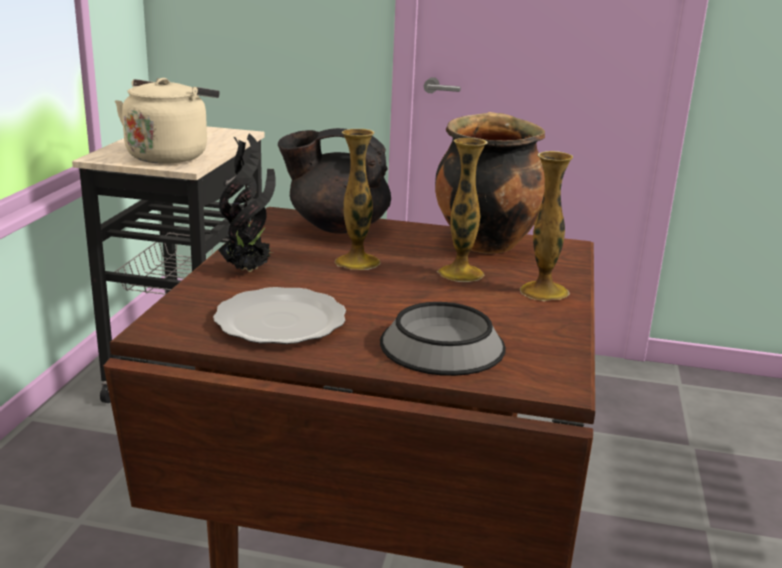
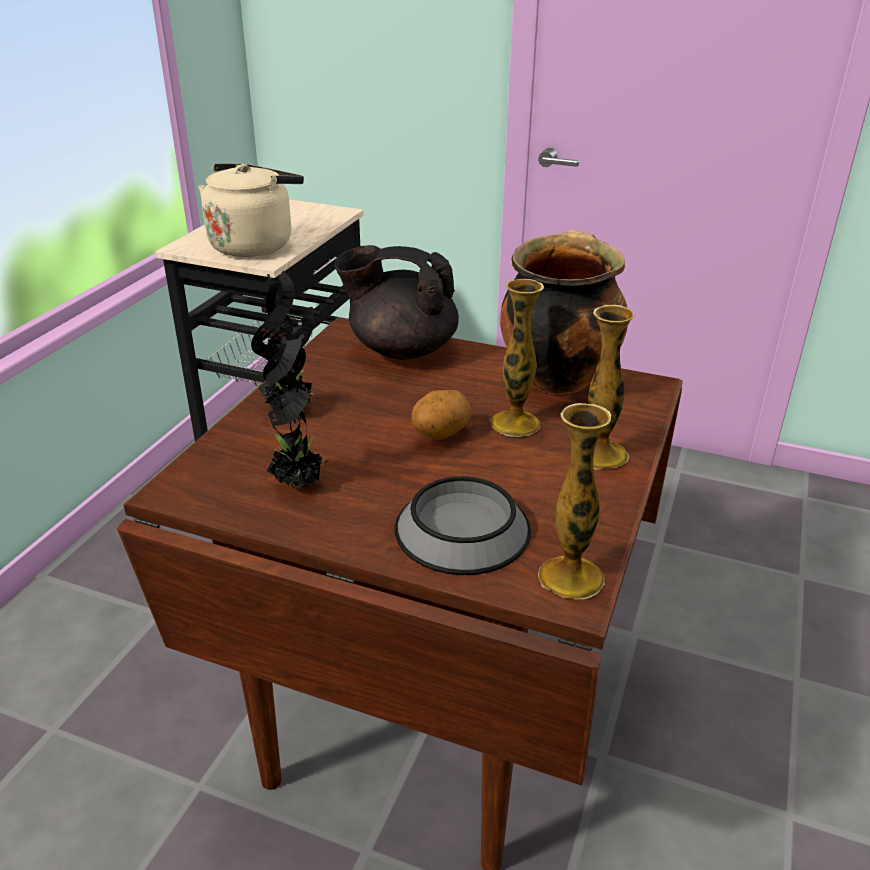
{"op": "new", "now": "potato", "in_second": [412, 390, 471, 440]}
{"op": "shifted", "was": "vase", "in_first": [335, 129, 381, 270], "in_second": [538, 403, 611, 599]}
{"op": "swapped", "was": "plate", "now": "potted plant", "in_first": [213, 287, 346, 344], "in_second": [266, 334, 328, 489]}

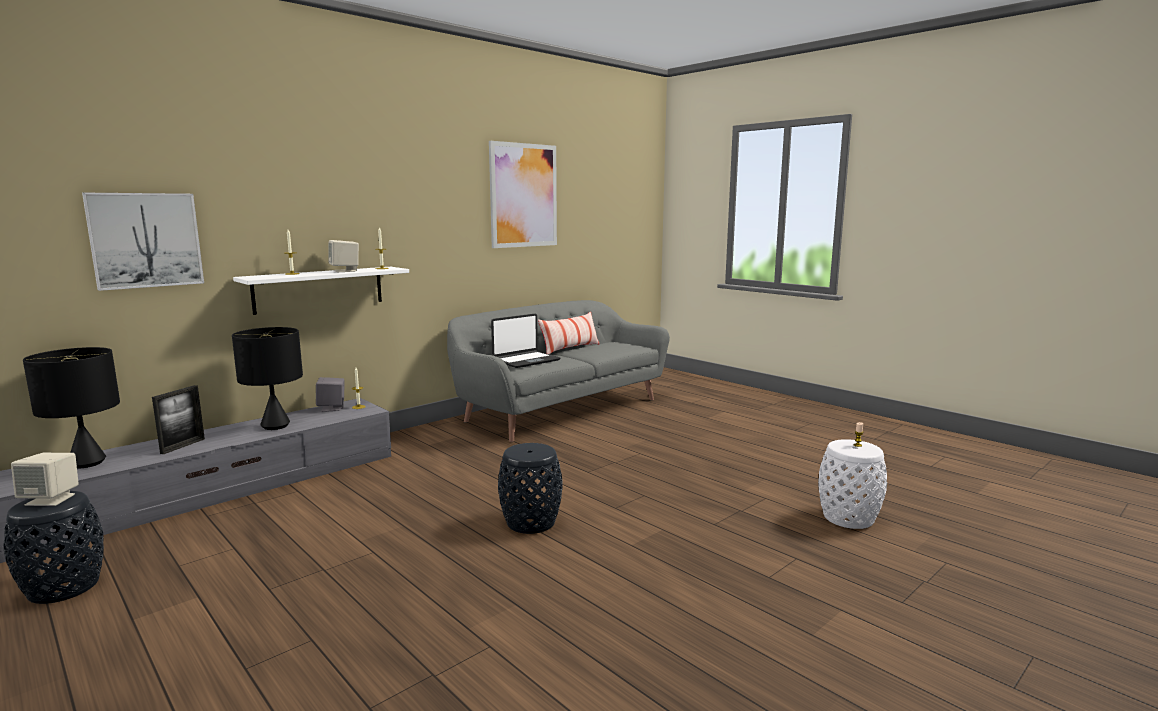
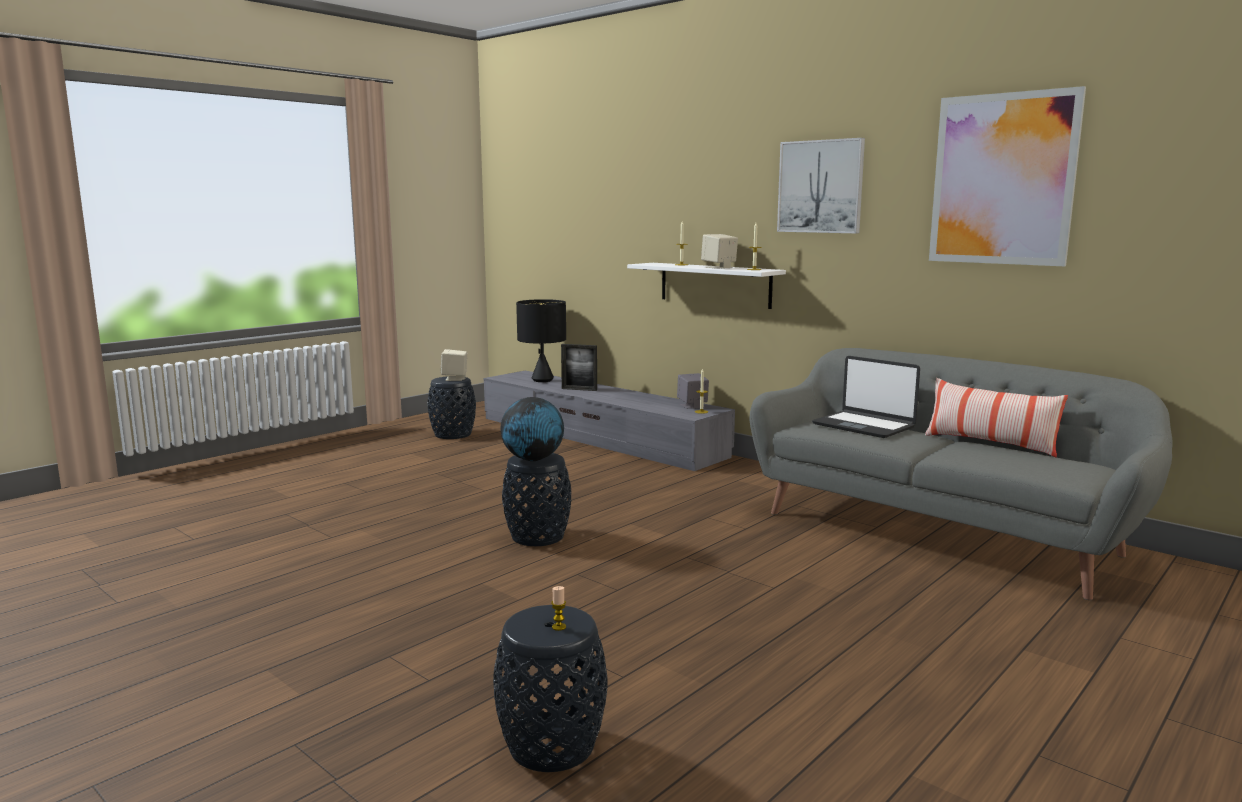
{"op": "gone", "was": "black table lamp", "in_first": [232, 327, 303, 430]}
{"op": "new", "now": "globe", "in_second": [500, 397, 564, 461]}
{"op": "shifted", "was": "wall art", "in_first": [82, 193, 204, 291], "in_second": [777, 138, 865, 233]}
{"op": "repainted", "was": "whitish stool", "now": "black stool", "in_first": [818, 439, 887, 529], "in_second": [493, 605, 608, 772]}

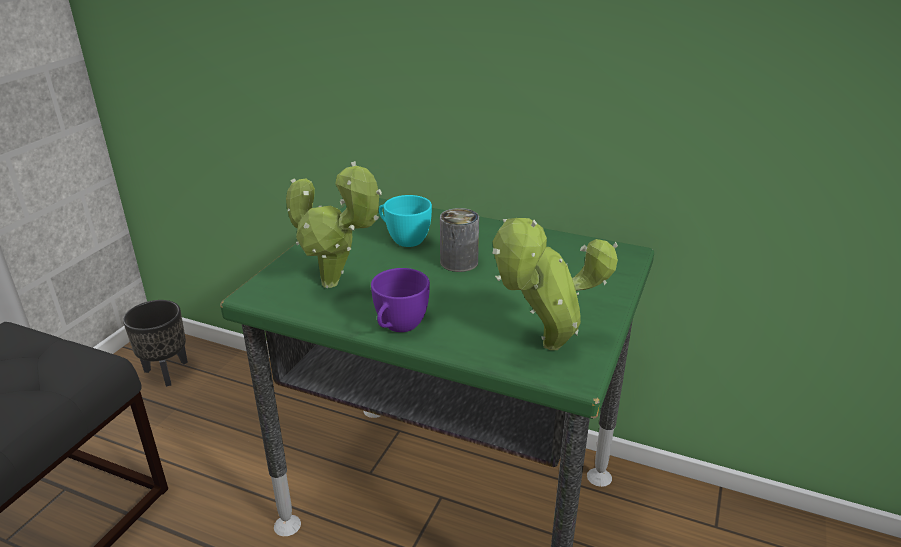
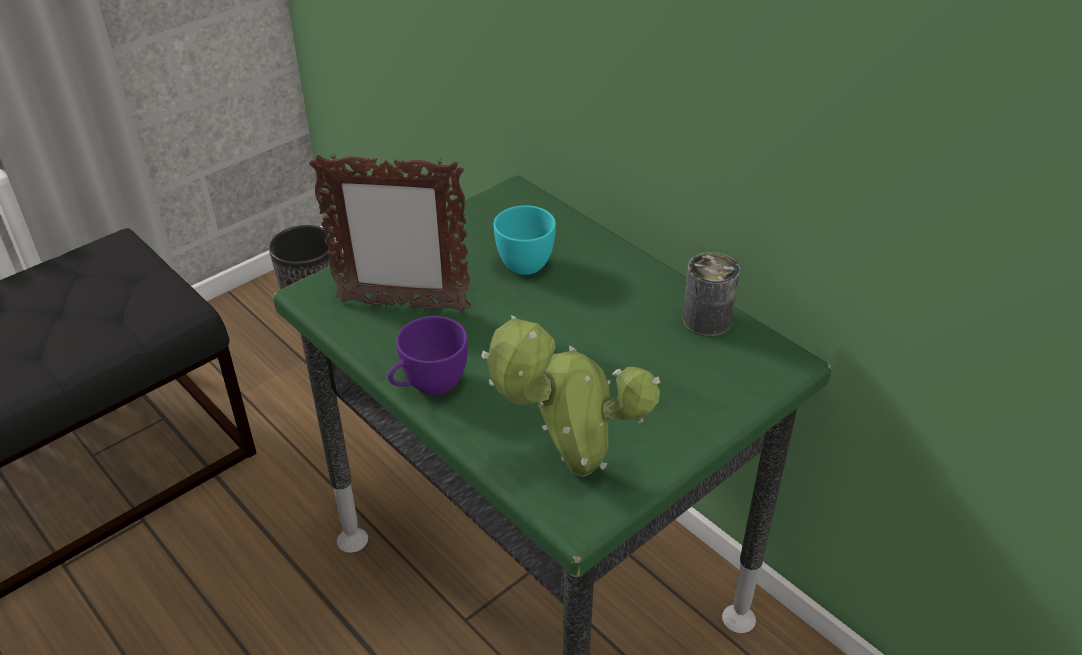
{"op": "shifted", "was": "can", "in_first": [440, 208, 479, 272], "in_second": [682, 252, 740, 336]}
{"op": "swapped", "was": "potted plant", "now": "standing frame", "in_first": [286, 161, 382, 288], "in_second": [309, 153, 471, 312]}

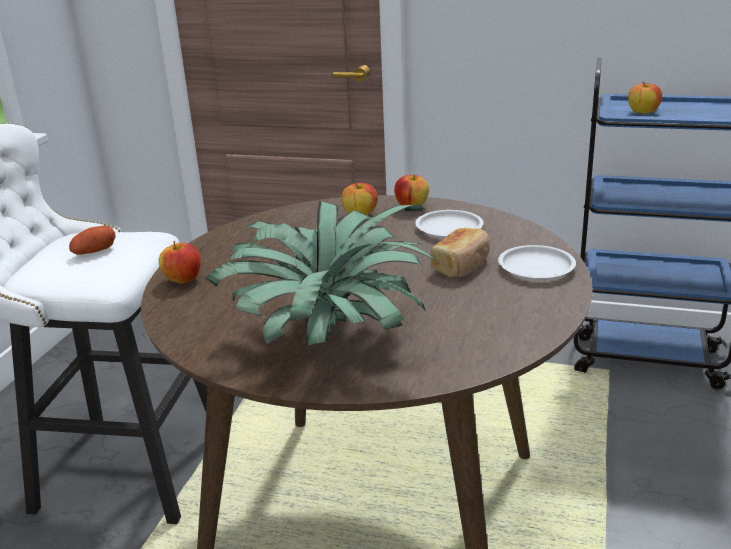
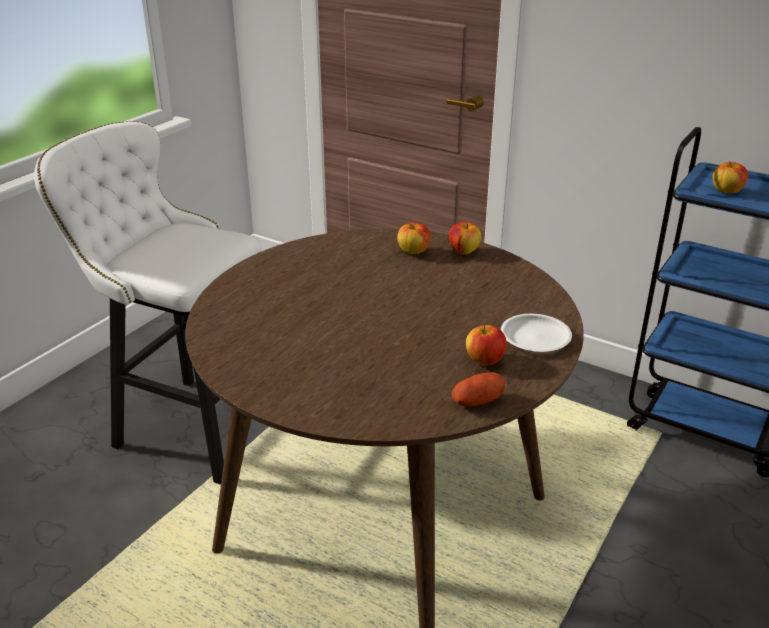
{"op": "gone", "was": "potted plant", "in_first": [205, 201, 441, 345]}
{"op": "gone", "was": "whitish plate", "in_first": [415, 210, 483, 238]}
{"op": "gone", "was": "baked bread", "in_first": [431, 228, 490, 278]}
{"op": "shifted", "was": "potato", "in_first": [69, 226, 116, 255], "in_second": [451, 372, 505, 406]}
{"op": "shifted", "was": "apple fruit", "in_first": [159, 241, 201, 284], "in_second": [466, 324, 507, 366]}

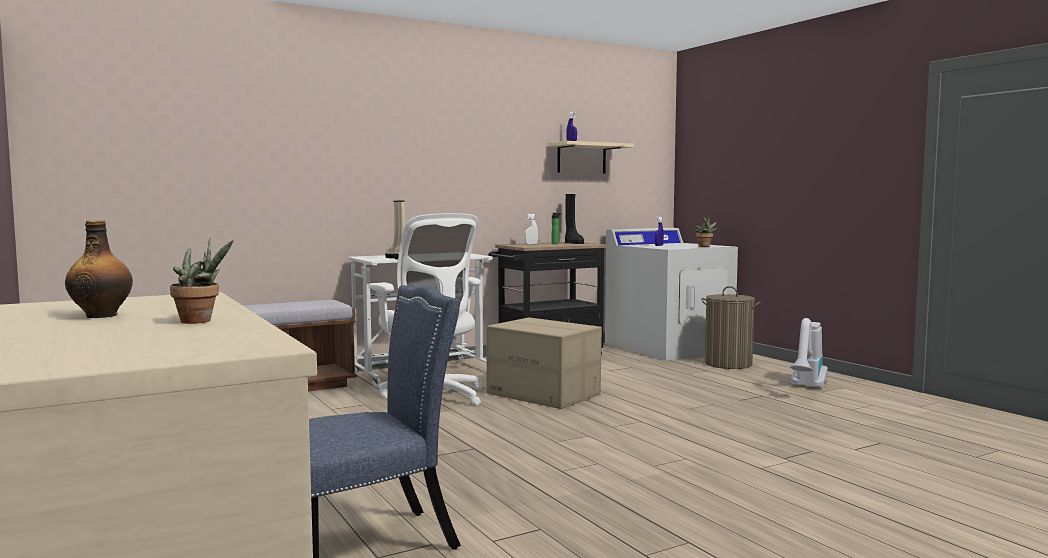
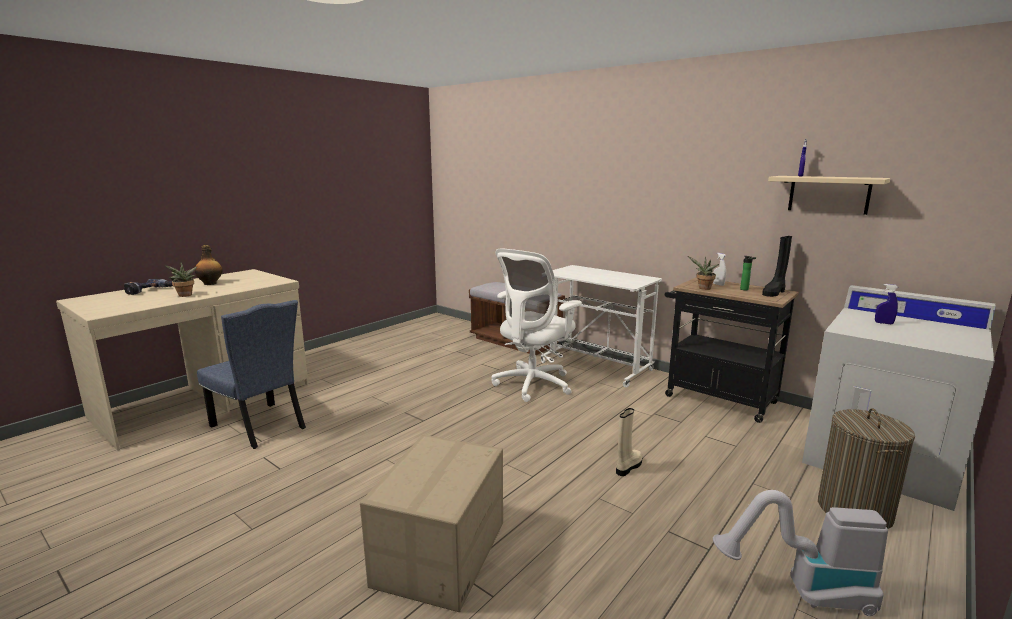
{"op": "new", "now": "electric drill", "in_second": [124, 279, 173, 295]}
{"op": "shifted", "was": "sand-coloured boot", "in_first": [385, 200, 405, 260], "in_second": [616, 408, 642, 476]}
{"op": "shifted", "was": "cardboard box", "in_first": [487, 317, 602, 409], "in_second": [360, 435, 503, 612]}
{"op": "shifted", "was": "potted plant", "in_first": [695, 217, 717, 247], "in_second": [688, 256, 719, 290]}

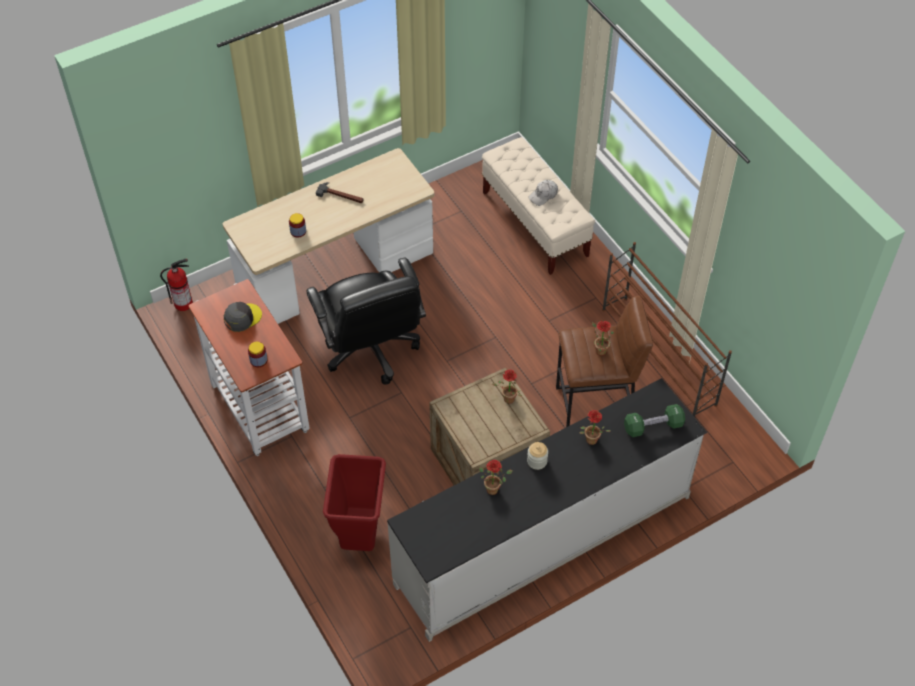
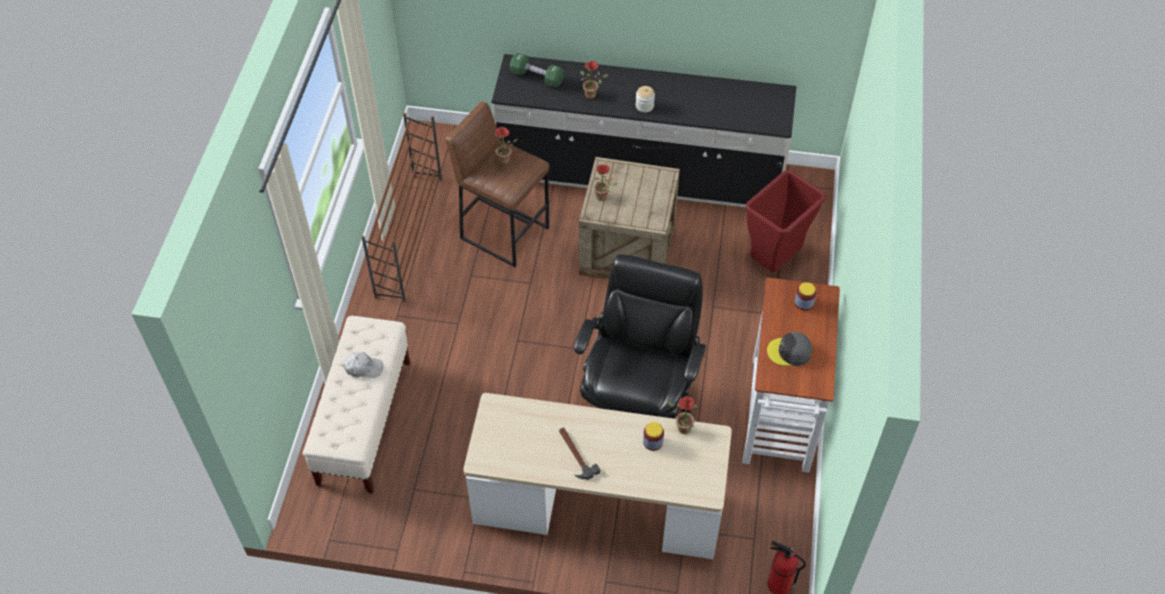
{"op": "shifted", "was": "potted plant", "in_first": [479, 460, 513, 495], "in_second": [667, 396, 697, 434]}

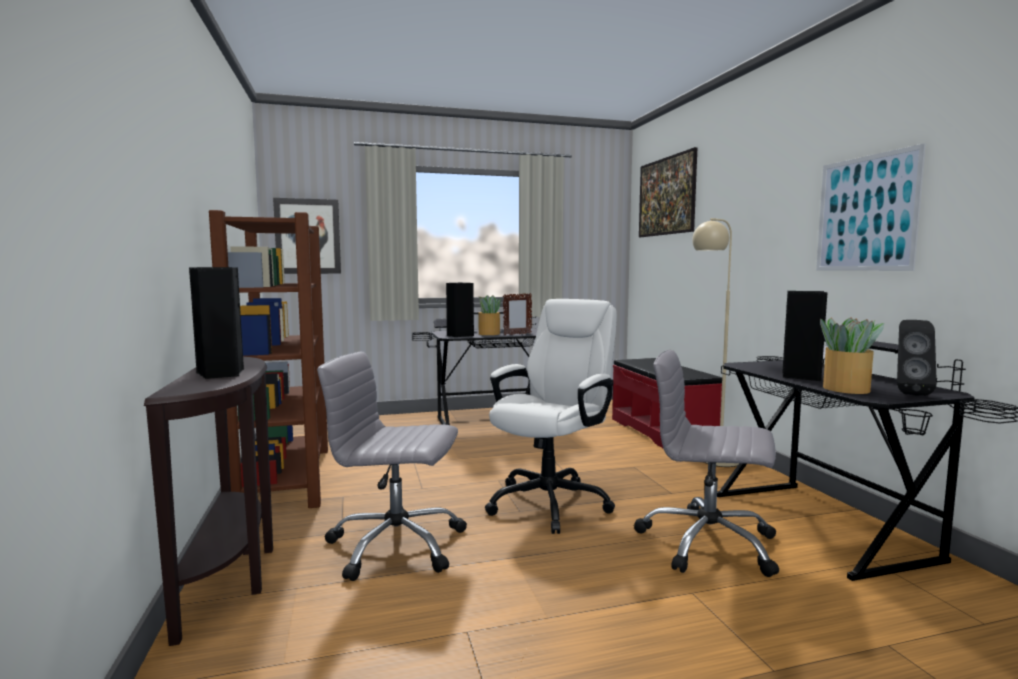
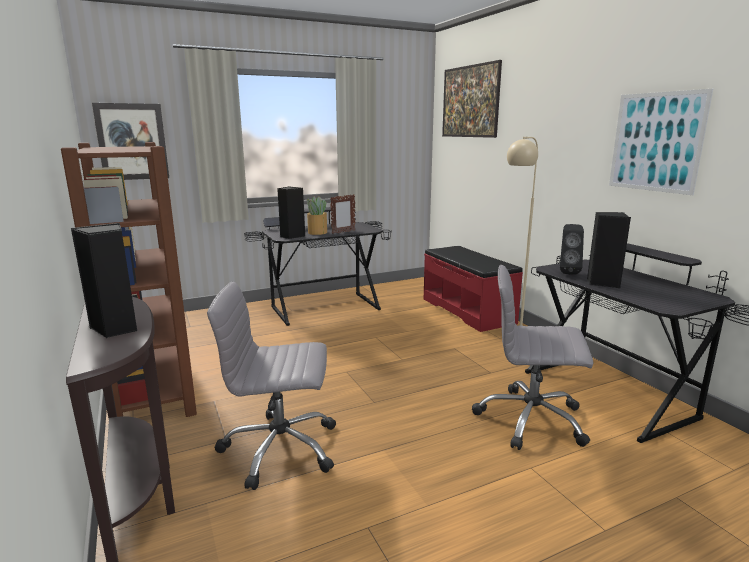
{"op": "gone", "was": "whitish desk chair", "in_first": [485, 299, 617, 534]}
{"op": "gone", "was": "potted plant", "in_first": [820, 317, 884, 394]}
{"op": "shifted", "was": "black speaker", "in_first": [897, 320, 937, 396], "in_second": [560, 224, 584, 275]}

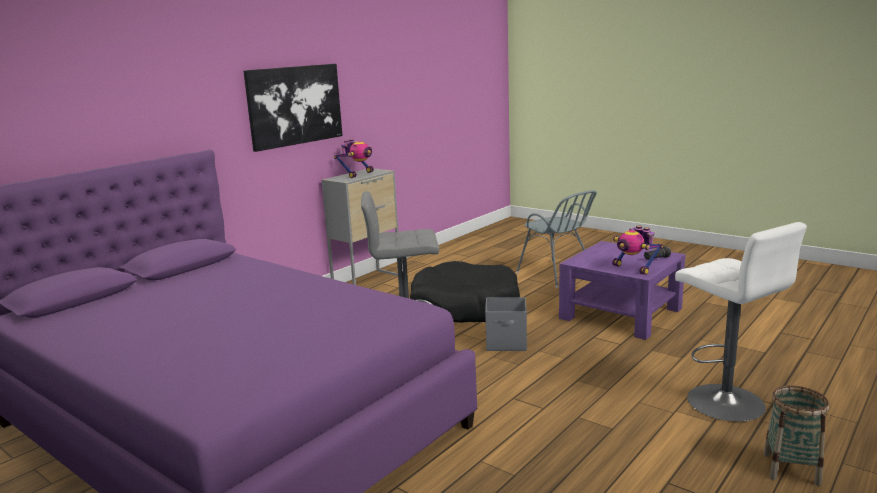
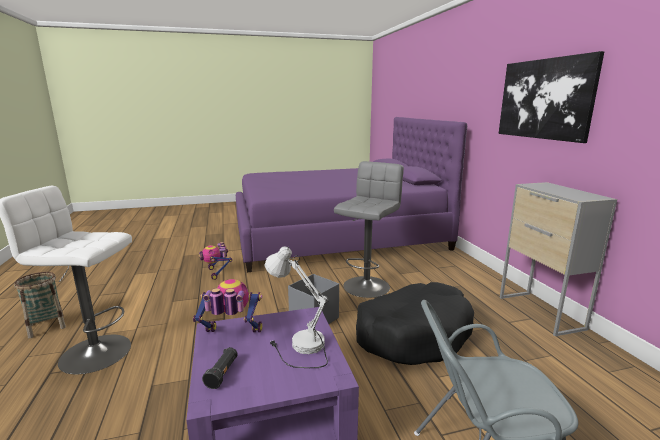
{"op": "new", "now": "whitish table lamp", "in_second": [264, 246, 329, 368]}
{"op": "shifted", "was": "toy robot", "in_first": [334, 139, 374, 178], "in_second": [199, 242, 232, 280]}

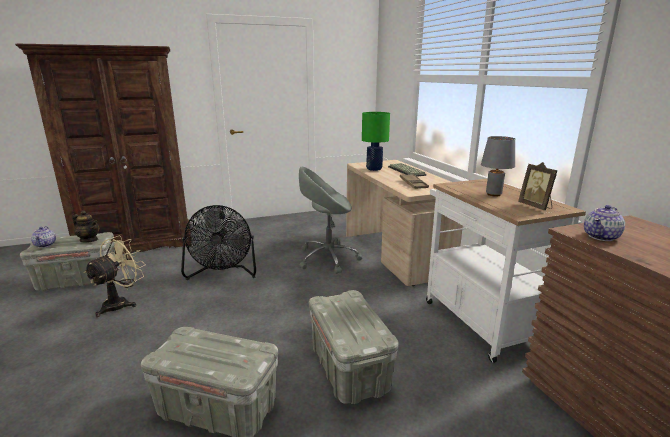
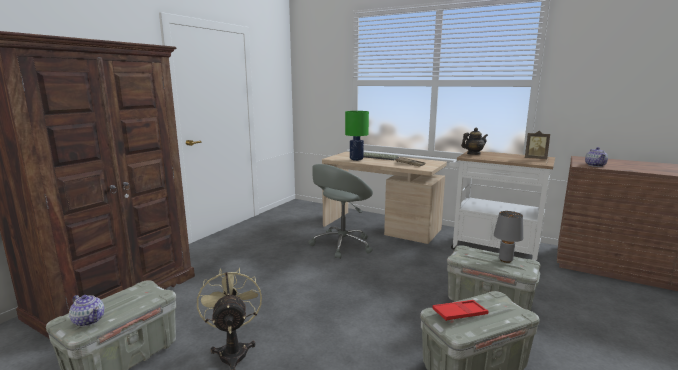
{"op": "gone", "was": "black fan", "in_first": [181, 205, 256, 280]}
{"op": "new", "now": "red carrying tray", "in_second": [432, 300, 489, 321]}
{"op": "shifted", "was": "tea pot", "in_first": [72, 210, 99, 243], "in_second": [461, 128, 488, 155]}
{"op": "shifted", "was": "greyish table lamp", "in_first": [481, 136, 515, 196], "in_second": [494, 211, 523, 263]}

